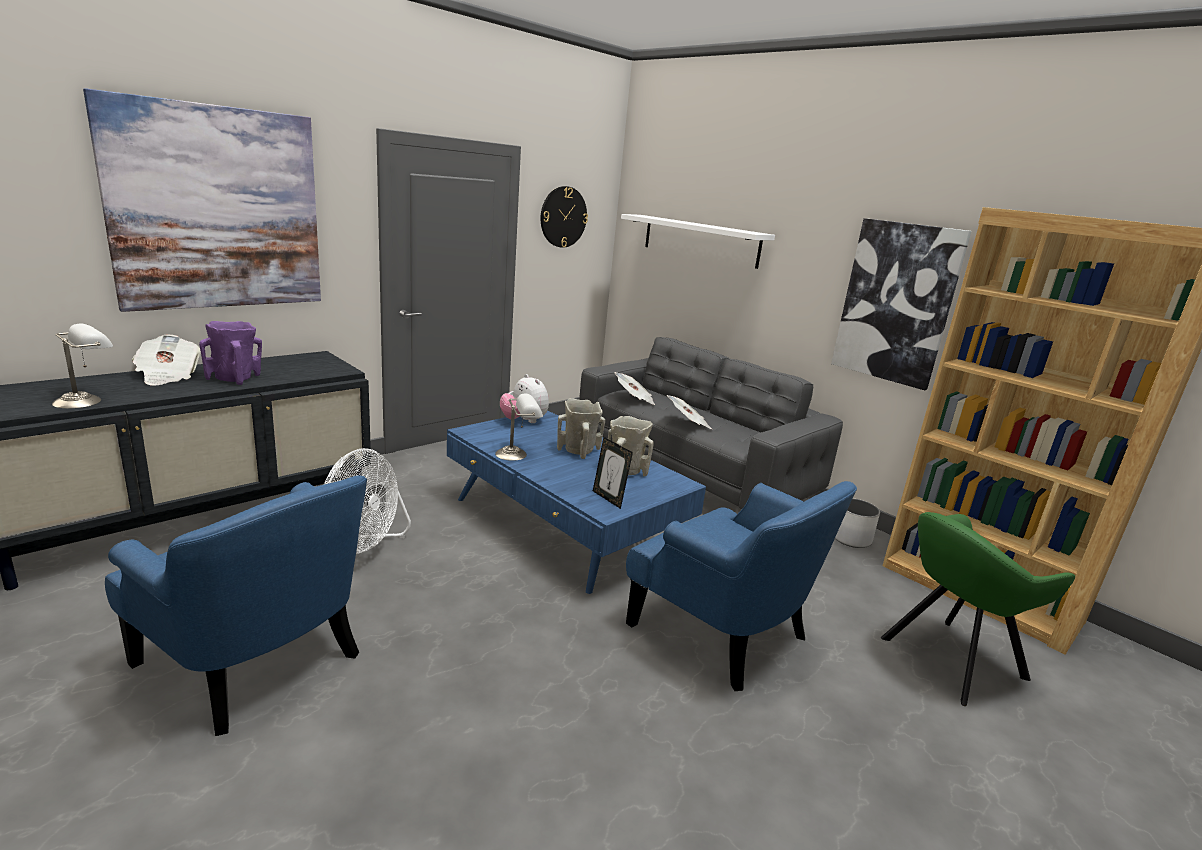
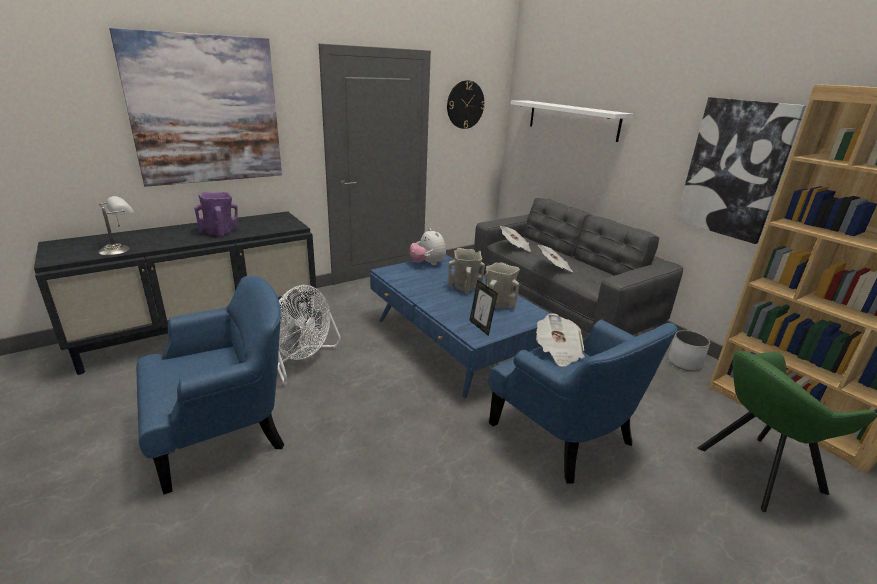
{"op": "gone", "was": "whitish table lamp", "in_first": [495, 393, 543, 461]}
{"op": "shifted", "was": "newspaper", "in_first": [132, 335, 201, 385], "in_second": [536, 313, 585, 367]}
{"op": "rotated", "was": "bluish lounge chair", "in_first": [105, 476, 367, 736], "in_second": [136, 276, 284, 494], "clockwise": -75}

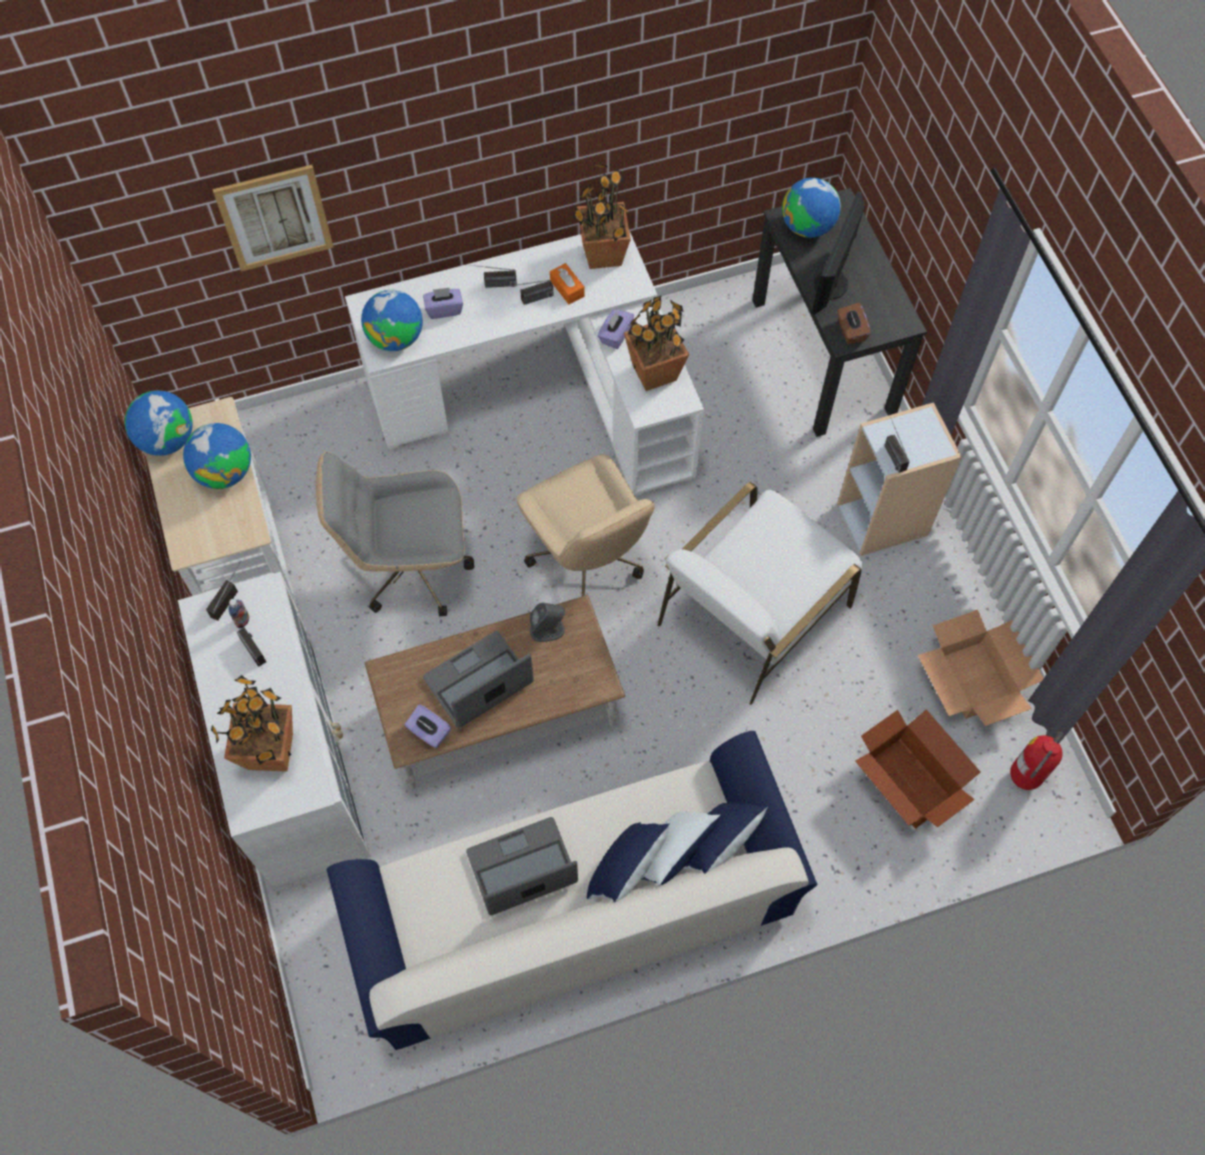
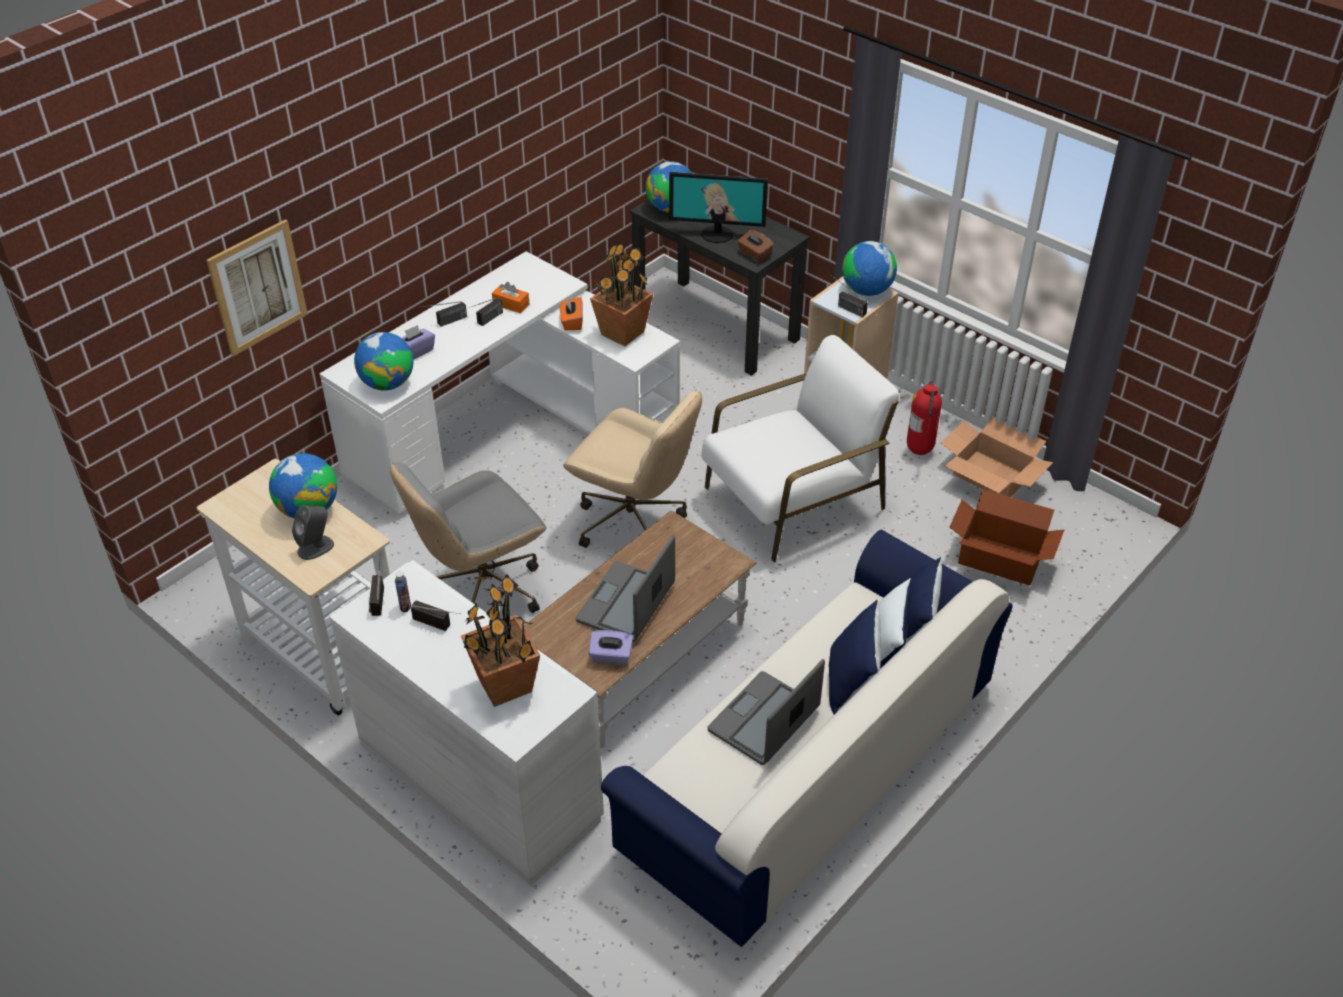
{"op": "gone", "was": "potted plant", "in_first": [573, 164, 631, 269]}
{"op": "shifted", "was": "globe", "in_first": [125, 390, 193, 456], "in_second": [842, 241, 897, 296]}
{"op": "shifted", "was": "greyish speaker", "in_first": [530, 603, 565, 642], "in_second": [292, 505, 334, 560]}
{"op": "shifted", "was": "fire extinguisher", "in_first": [1010, 732, 1064, 790], "in_second": [907, 381, 942, 455]}
{"op": "repainted", "was": "purple-coloured tissue box", "now": "orangey tissue box", "in_first": [598, 309, 634, 349], "in_second": [560, 297, 583, 330]}
{"op": "rotated", "was": "whitish lounge chair", "in_first": [658, 482, 862, 705], "in_second": [701, 335, 899, 563], "clockwise": -135}
{"op": "rotated", "was": "computer display", "in_first": [811, 191, 865, 315], "in_second": [669, 172, 768, 243], "clockwise": -75}

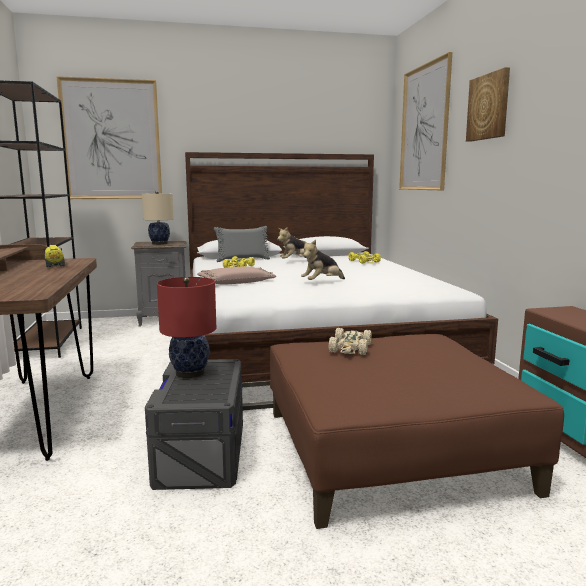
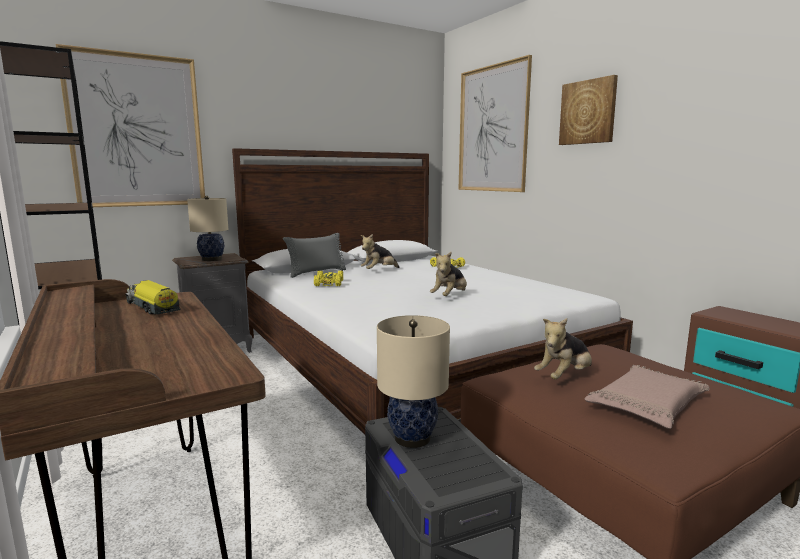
{"op": "shifted", "was": "sand-coloured throw pillow", "in_first": [197, 267, 276, 285], "in_second": [585, 365, 710, 429]}
{"op": "swapped", "was": "sand-coloured toy car", "now": "cuddly toy", "in_first": [329, 328, 372, 355], "in_second": [534, 318, 592, 379]}
{"op": "repainted", "was": "red table lamp", "now": "sand-coloured table lamp", "in_first": [157, 277, 216, 378], "in_second": [377, 315, 450, 448]}

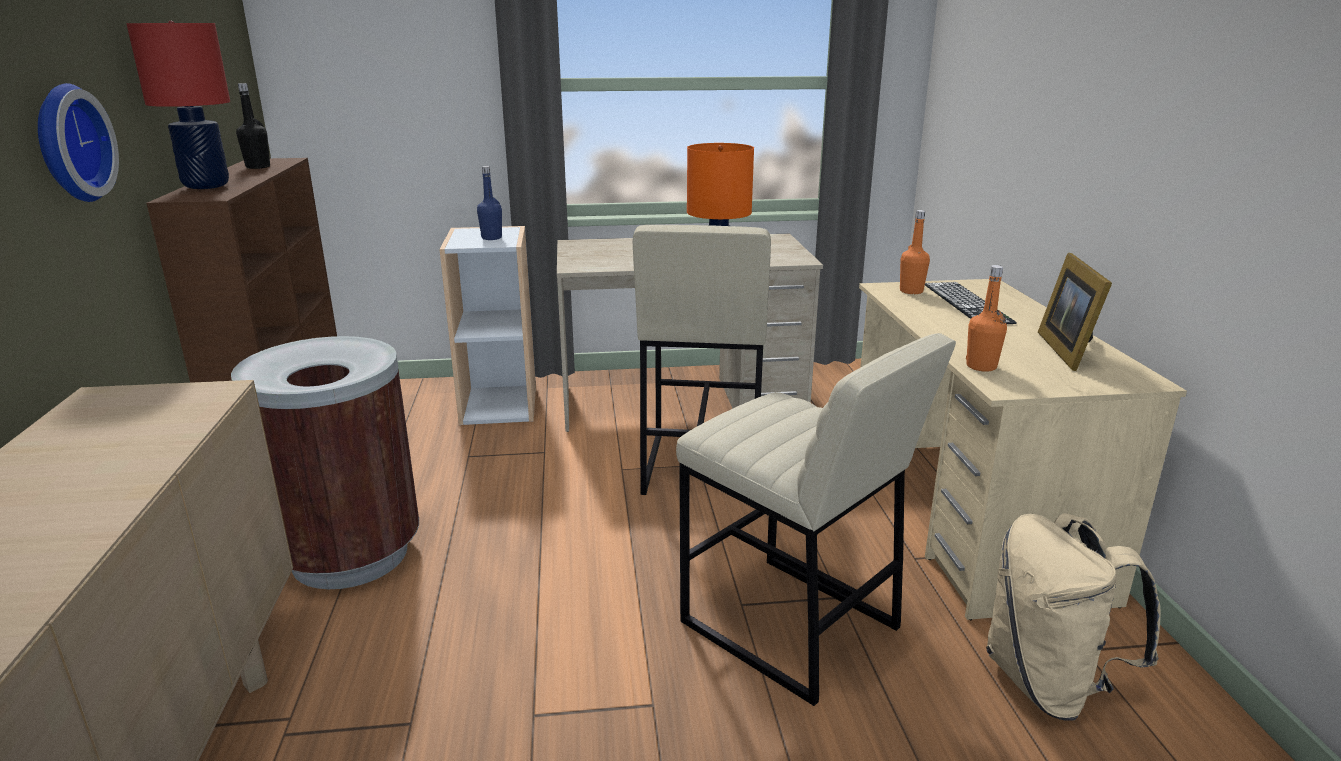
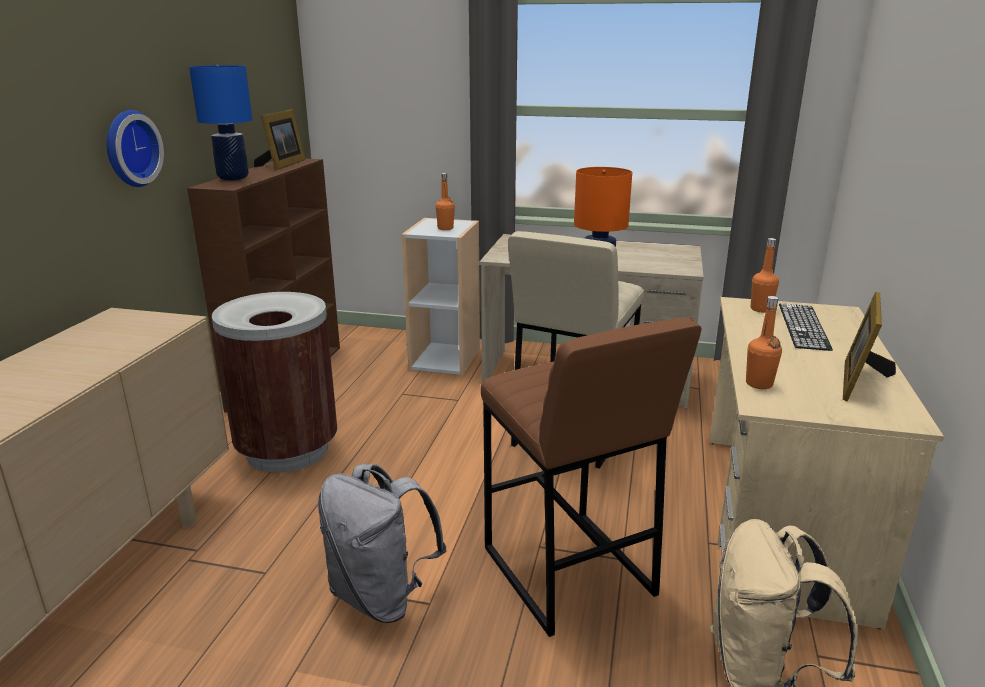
{"op": "new", "now": "greyish backpack", "in_second": [318, 464, 446, 623]}
{"op": "swapped", "was": "black bottle", "now": "standing frame", "in_first": [236, 83, 270, 169], "in_second": [254, 109, 305, 170]}
{"op": "swapped", "was": "sand-coloured plain chair", "now": "brown stool", "in_first": [676, 333, 956, 706], "in_second": [481, 317, 701, 637]}
{"op": "repainted", "was": "red table lamp", "now": "bluish table lamp", "in_first": [126, 21, 230, 189], "in_second": [189, 65, 252, 180]}
{"op": "repainted", "was": "bluish bottle", "now": "orangey bottle", "in_first": [477, 166, 502, 240], "in_second": [436, 173, 455, 230]}

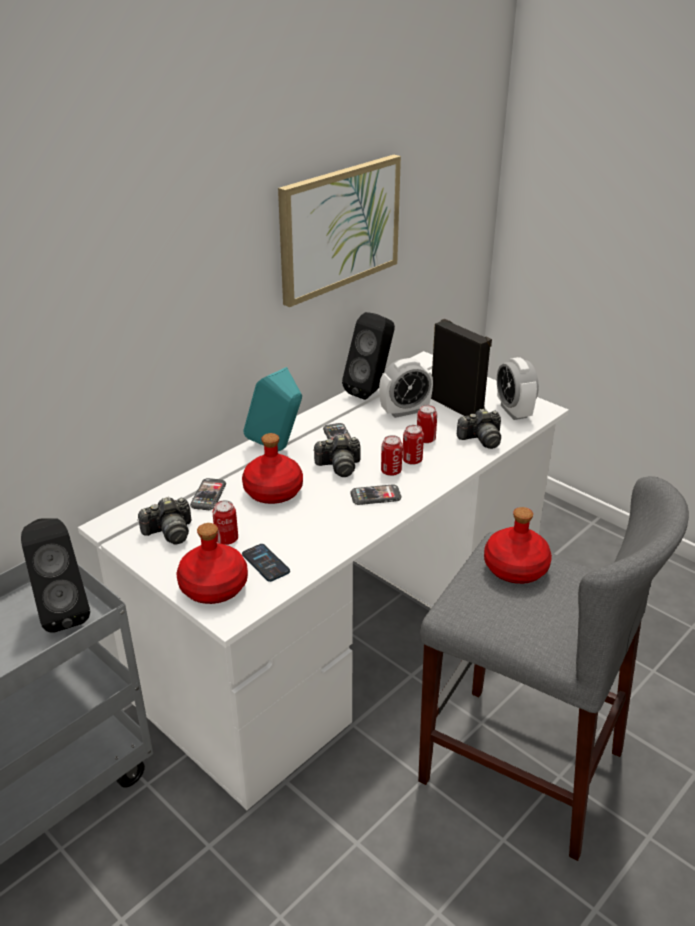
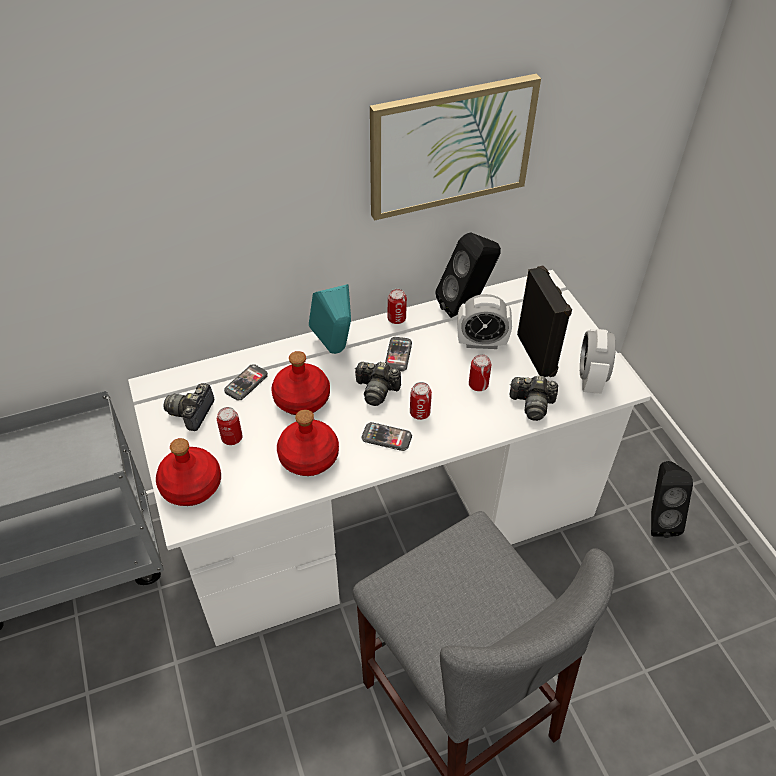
{"op": "gone", "was": "handset", "in_first": [242, 544, 290, 582]}
{"op": "shifted", "was": "black speaker", "in_first": [21, 518, 90, 633], "in_second": [651, 461, 693, 538]}
{"op": "shifted", "was": "can", "in_first": [402, 425, 424, 465], "in_second": [388, 289, 407, 324]}
{"op": "shifted", "was": "red bottle", "in_first": [484, 507, 552, 584], "in_second": [277, 409, 339, 476]}
{"op": "rotated", "was": "photo camera", "in_first": [137, 497, 191, 545], "in_second": [163, 383, 214, 431], "clockwise": 105}

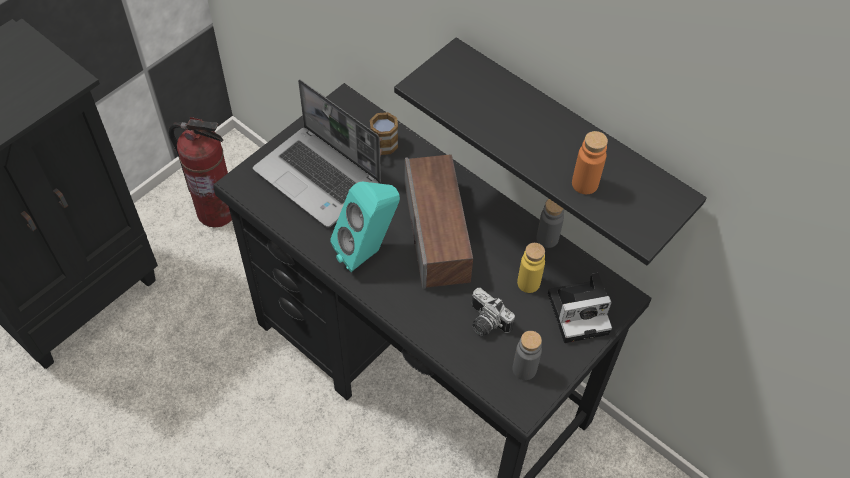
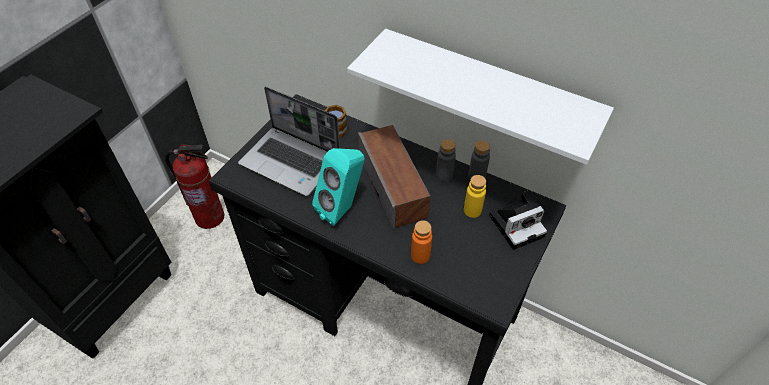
{"op": "gone", "was": "photo camera", "in_first": [472, 288, 515, 336]}
{"op": "shifted", "was": "greyish bottle", "in_first": [513, 331, 542, 380], "in_second": [436, 139, 456, 182]}
{"op": "shifted", "was": "orangey bottle", "in_first": [572, 131, 608, 194], "in_second": [411, 220, 432, 264]}
{"op": "repainted", "was": "black shelf", "now": "whitish shelf", "in_first": [394, 37, 707, 265], "in_second": [347, 29, 614, 165]}

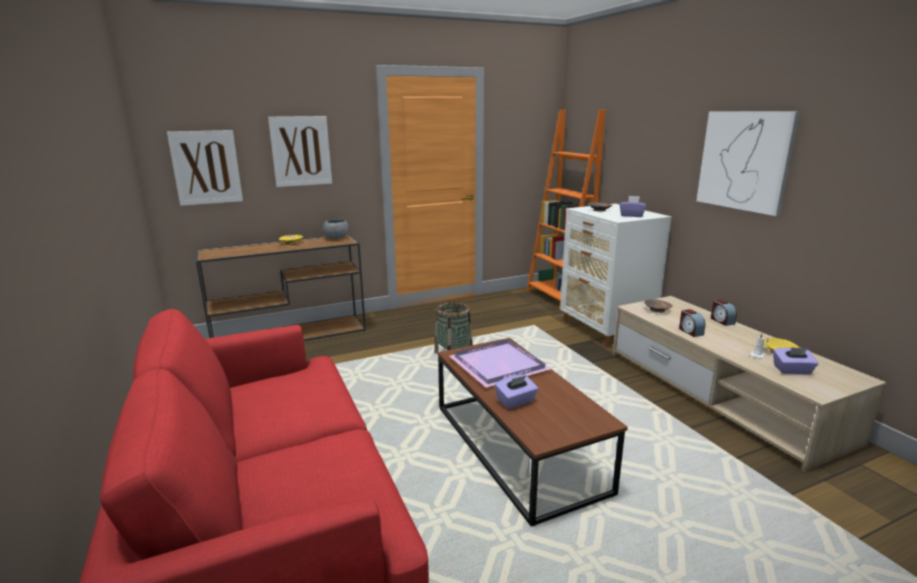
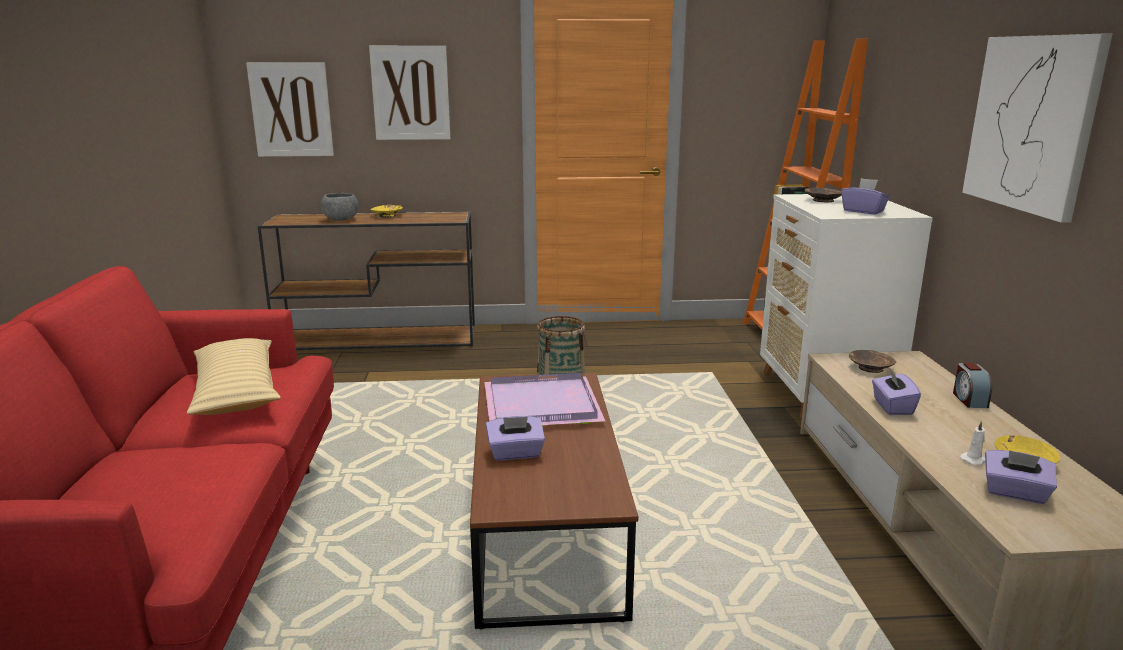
{"op": "new", "now": "sand-coloured throw pillow", "in_second": [187, 338, 281, 415]}
{"op": "shifted", "was": "greyish serving bowl", "in_first": [323, 219, 349, 239], "in_second": [321, 193, 359, 221]}
{"op": "swapped", "was": "alarm clock", "now": "purple-coloured tissue box", "in_first": [679, 309, 705, 337], "in_second": [872, 369, 921, 415]}

